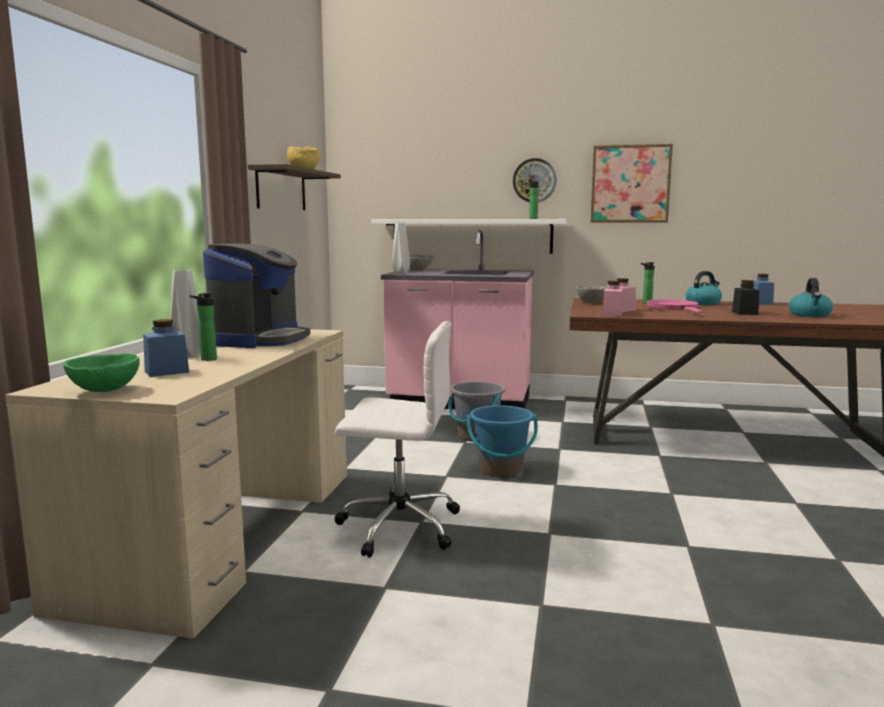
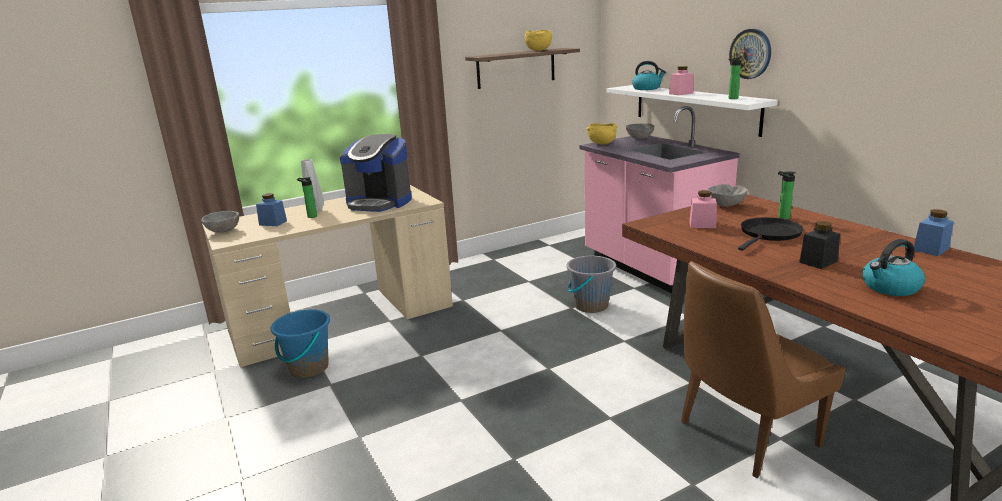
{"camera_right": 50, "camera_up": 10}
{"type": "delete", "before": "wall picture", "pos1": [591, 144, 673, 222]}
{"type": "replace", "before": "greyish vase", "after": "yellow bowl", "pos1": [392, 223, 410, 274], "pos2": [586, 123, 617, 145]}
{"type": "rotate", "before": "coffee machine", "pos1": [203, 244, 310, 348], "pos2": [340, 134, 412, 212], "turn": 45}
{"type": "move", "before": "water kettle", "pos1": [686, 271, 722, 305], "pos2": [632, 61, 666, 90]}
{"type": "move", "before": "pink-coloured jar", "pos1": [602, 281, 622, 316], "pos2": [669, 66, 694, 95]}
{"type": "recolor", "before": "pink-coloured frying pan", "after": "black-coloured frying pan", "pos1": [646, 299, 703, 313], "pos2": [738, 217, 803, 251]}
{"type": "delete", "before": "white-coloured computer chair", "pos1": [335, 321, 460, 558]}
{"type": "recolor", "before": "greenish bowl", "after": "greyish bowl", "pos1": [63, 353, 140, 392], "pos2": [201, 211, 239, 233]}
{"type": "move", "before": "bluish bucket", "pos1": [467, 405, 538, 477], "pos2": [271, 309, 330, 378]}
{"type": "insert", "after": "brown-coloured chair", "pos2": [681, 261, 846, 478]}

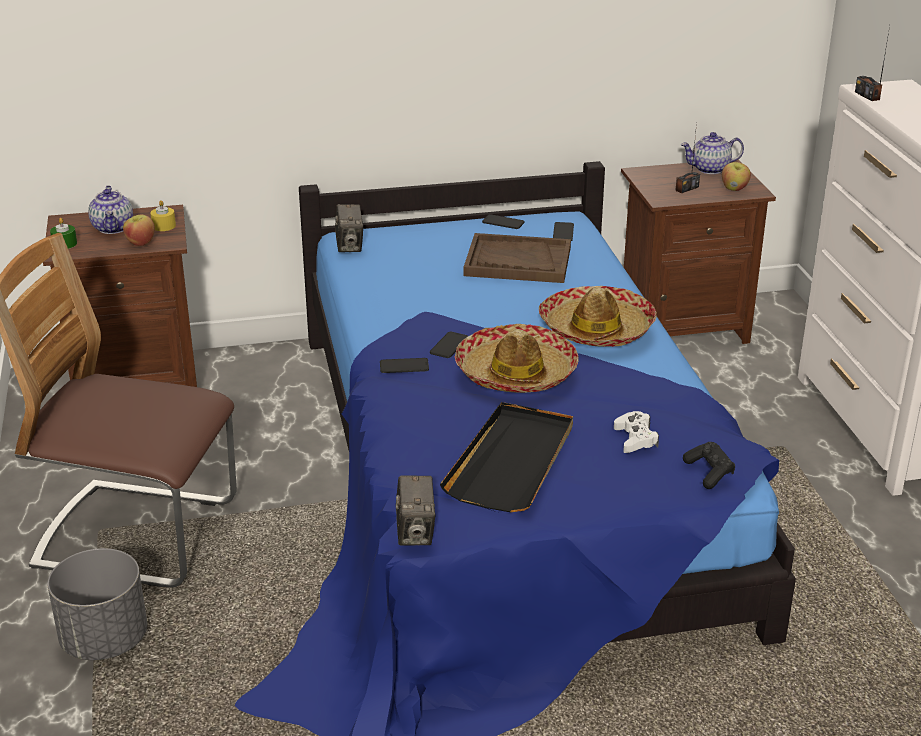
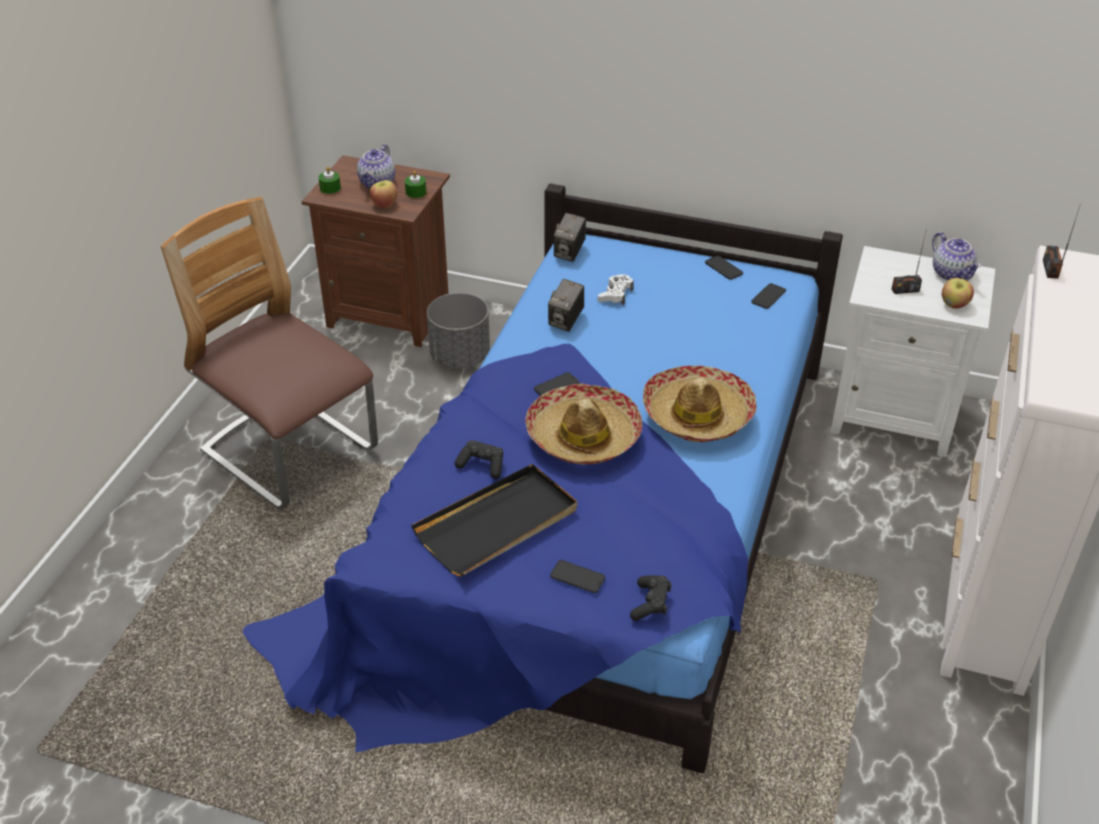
{"camera_right": 30, "camera_up": 10}
{"type": "rotate", "before": "pot for tea", "pos1": [681, 132, 744, 174], "pos2": [932, 232, 981, 281], "turn": -135}
{"type": "recolor", "before": "brown-coloured night table", "after": "white-coloured night table", "pos1": [621, 160, 776, 344], "pos2": [830, 246, 995, 457]}
{"type": "recolor", "before": "yellow wax light", "after": "greenish wax light", "pos1": [150, 200, 176, 231], "pos2": [405, 171, 427, 198]}
{"type": "delete", "before": "brown-coloured carrying tray", "pos1": [463, 233, 571, 283]}
{"type": "move", "before": "phone", "pos1": [380, 358, 429, 373], "pos2": [550, 560, 605, 593]}
{"type": "move", "before": "white-coloured game controller", "pos1": [614, 411, 659, 453], "pos2": [598, 274, 634, 305]}
{"type": "move", "before": "still camera", "pos1": [396, 475, 435, 545], "pos2": [548, 279, 584, 331]}
{"type": "move", "before": "greyish plant pot", "pos1": [47, 548, 147, 660], "pos2": [427, 293, 490, 368]}
{"type": "insert", "after": "black-coloured game controller", "pos2": [455, 440, 503, 479]}

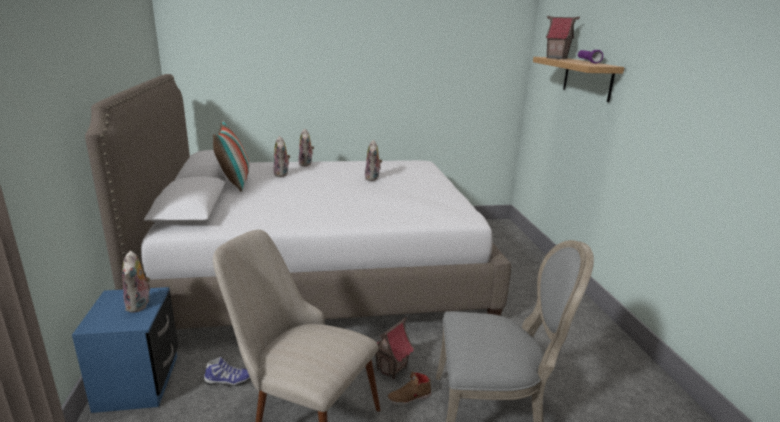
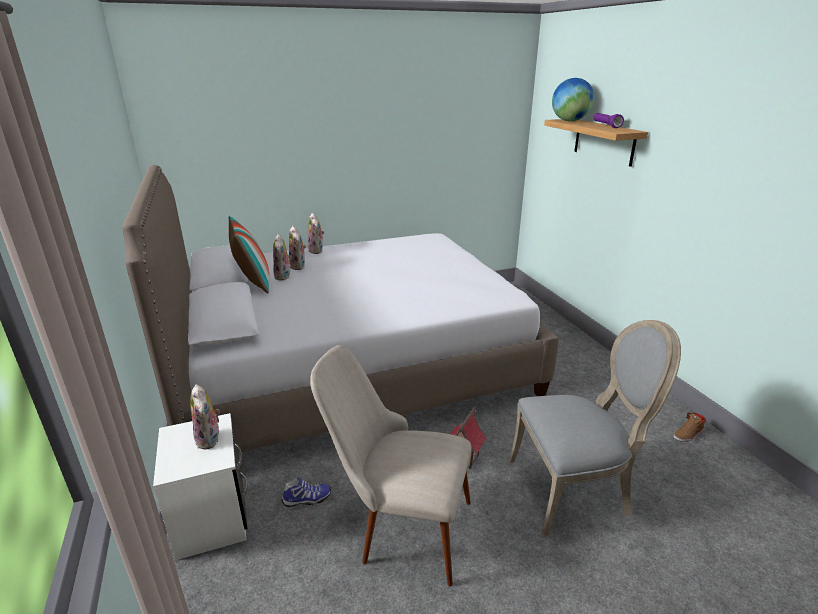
{"camera_right": -10, "camera_up": 5}
{"type": "replace", "before": "miniature house", "after": "globe", "pos1": [546, 16, 580, 59], "pos2": [552, 78, 594, 121]}
{"type": "move", "before": "soft toy", "pos1": [365, 140, 382, 181], "pos2": [273, 234, 292, 280]}
{"type": "recolor", "before": "bluish night table", "after": "white-coloured night table", "pos1": [72, 287, 178, 413], "pos2": [153, 413, 248, 560]}
{"type": "move", "before": "brown-coloured shoe", "pos1": [387, 372, 431, 405], "pos2": [673, 412, 706, 442]}

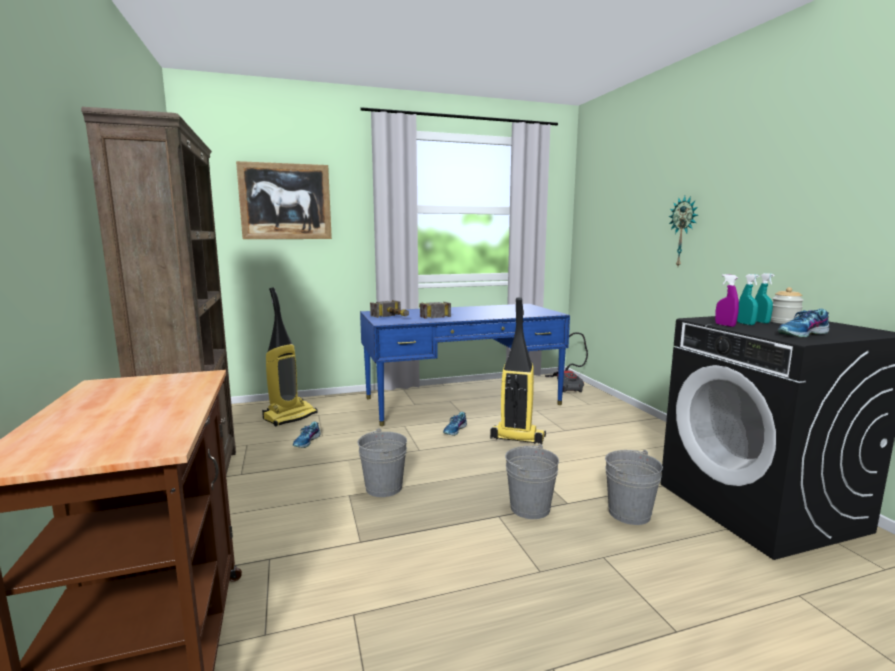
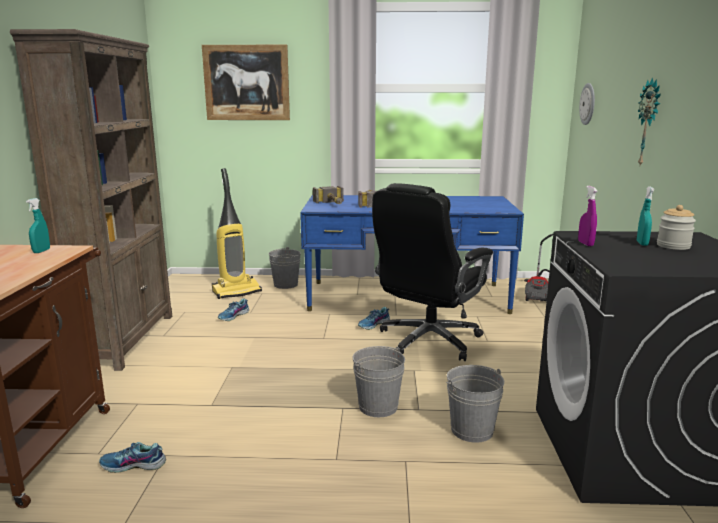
{"camera_right": 20, "camera_up": 5}
{"type": "move", "before": "turquoise-coloured hand sprayer", "pos1": [737, 274, 760, 325], "pos2": [26, 198, 50, 253]}
{"type": "replace", "before": "vacuum cleaner", "after": "black-coloured computer chair", "pos1": [490, 297, 546, 445], "pos2": [372, 183, 493, 361]}
{"type": "move", "before": "shoe", "pos1": [778, 309, 829, 338], "pos2": [99, 442, 166, 473]}
{"type": "move", "before": "greyish bucket", "pos1": [358, 428, 407, 497], "pos2": [268, 247, 301, 289]}
{"type": "insert", "after": "hanging clock", "pos2": [579, 83, 595, 125]}

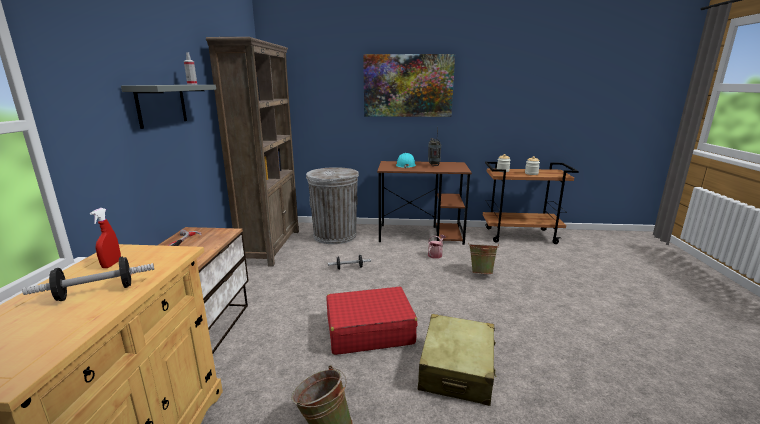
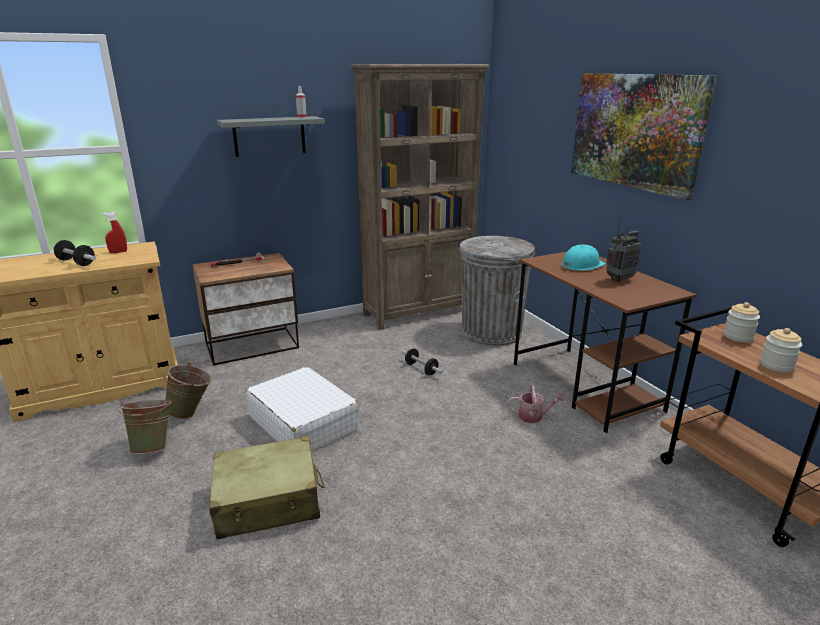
{"camera_right": 60, "camera_up": 5}
{"type": "move", "before": "greenish bucket", "pos1": [468, 242, 500, 274], "pos2": [163, 362, 212, 419]}
{"type": "recolor", "before": "red travel case", "after": "white-coloured travel case", "pos1": [326, 286, 417, 355], "pos2": [246, 367, 359, 451]}

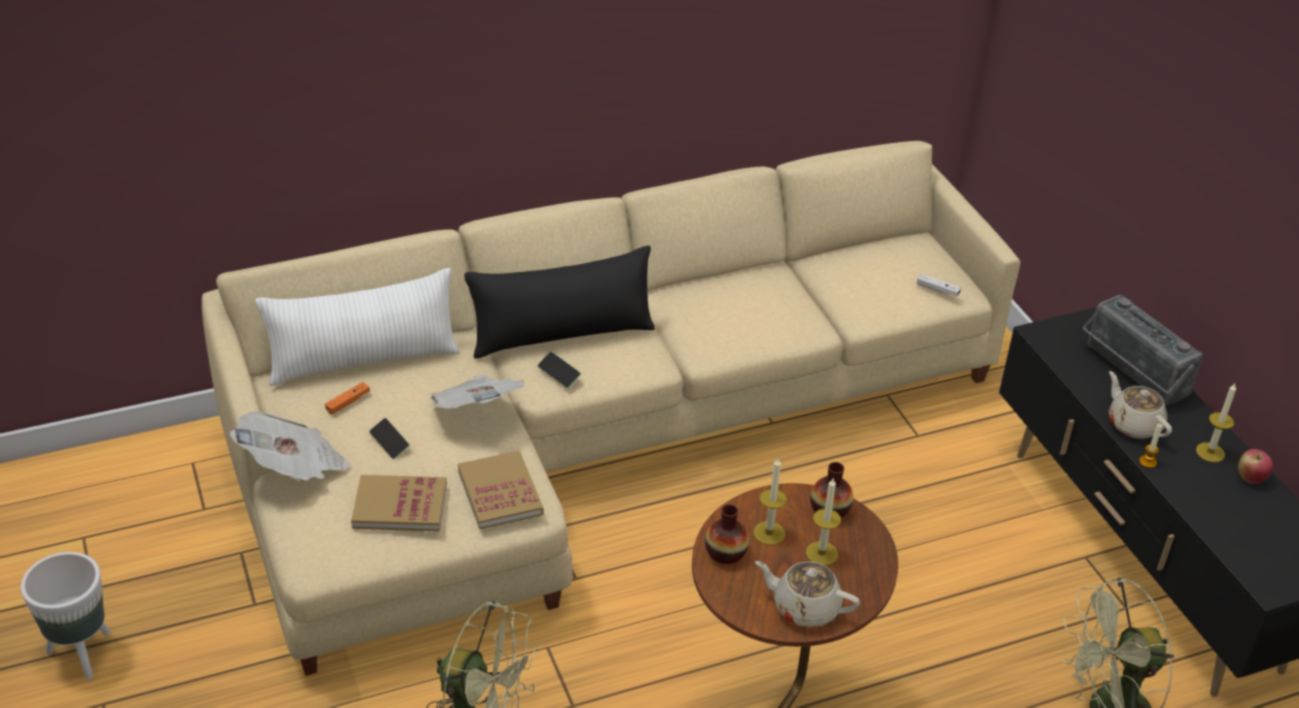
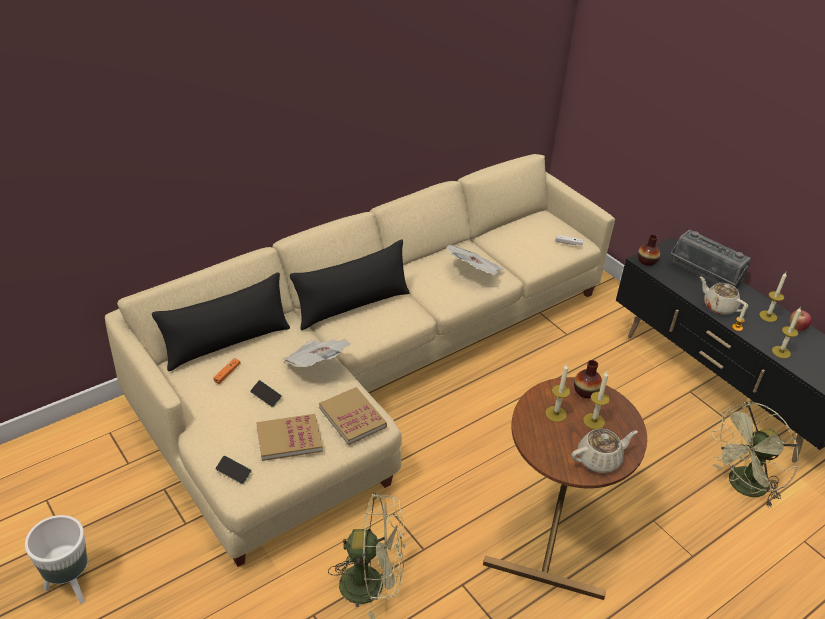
{"camera_right": -15, "camera_up": 0}
{"type": "recolor", "before": "white-coloured cushion", "after": "black-coloured cushion", "pos1": [255, 268, 460, 386], "pos2": [152, 272, 290, 371]}
{"type": "move", "before": "phone", "pos1": [538, 351, 581, 388], "pos2": [215, 455, 252, 484]}
{"type": "move", "before": "newspaper", "pos1": [229, 411, 350, 482], "pos2": [446, 245, 505, 275]}
{"type": "move", "before": "vase", "pos1": [705, 504, 749, 564], "pos2": [638, 235, 660, 266]}
{"type": "rotate", "before": "sand-coloured pot for tea", "pos1": [755, 561, 860, 627], "pos2": [572, 429, 638, 473], "turn": 150}
{"type": "insert", "after": "wax light", "pos2": [772, 307, 801, 358]}

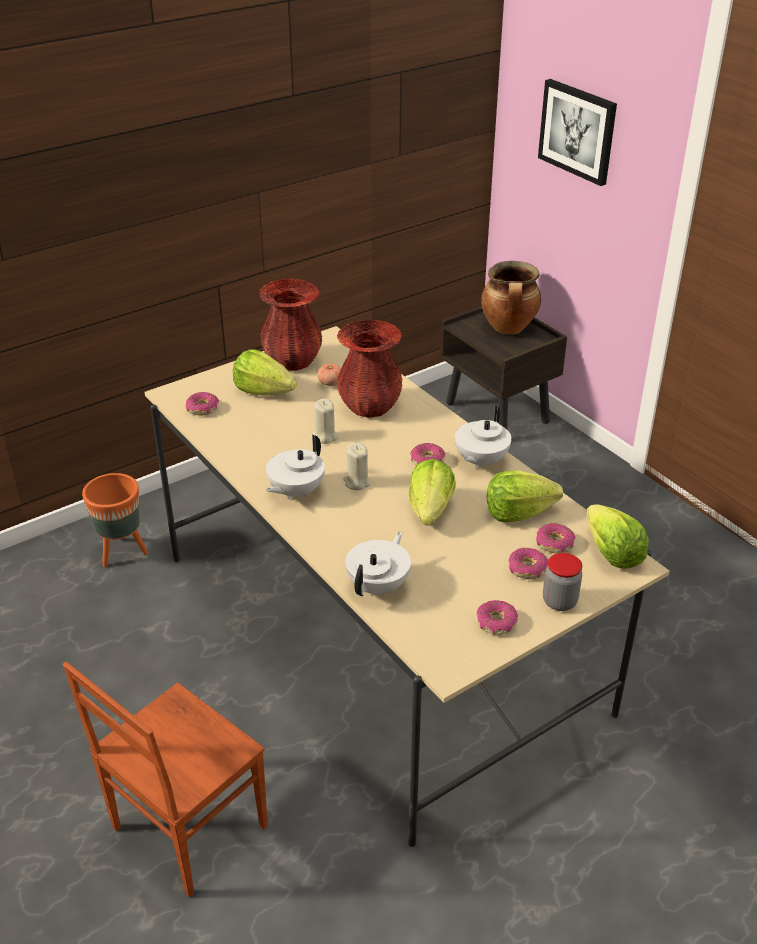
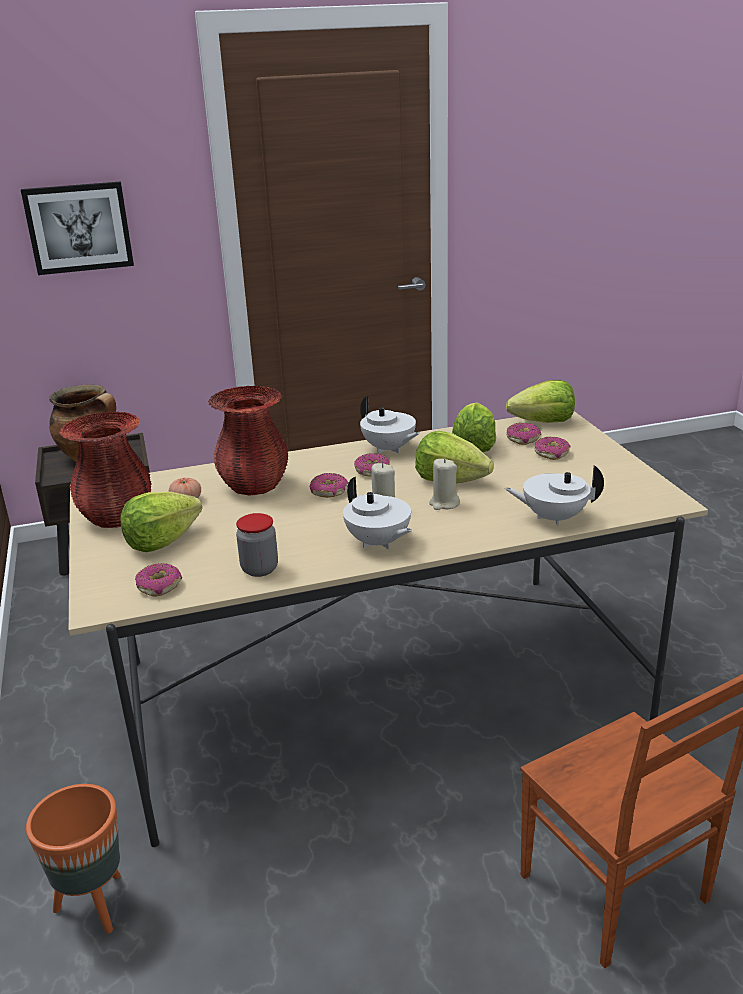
{"camera_right": -70, "camera_up": -10}
{"type": "move", "before": "sand-coloured wax light", "pos1": [311, 399, 338, 444], "pos2": [429, 459, 460, 510]}
{"type": "rotate", "before": "white-coloured pot for tea", "pos1": [345, 532, 411, 596], "pos2": [505, 465, 604, 526], "turn": -45}
{"type": "move", "before": "jar", "pos1": [543, 553, 582, 611], "pos2": [236, 513, 278, 577]}
{"type": "move", "before": "donut", "pos1": [476, 600, 518, 635], "pos2": [310, 473, 348, 498]}

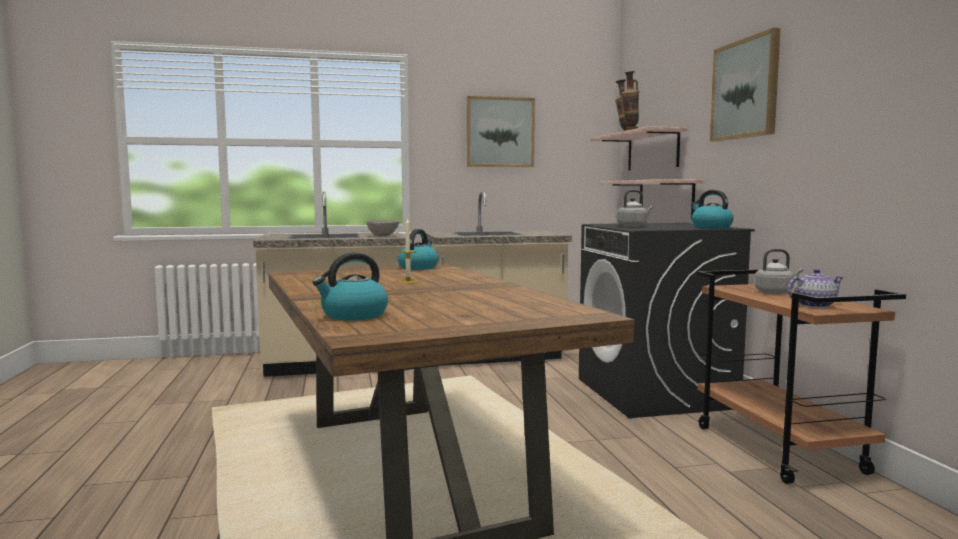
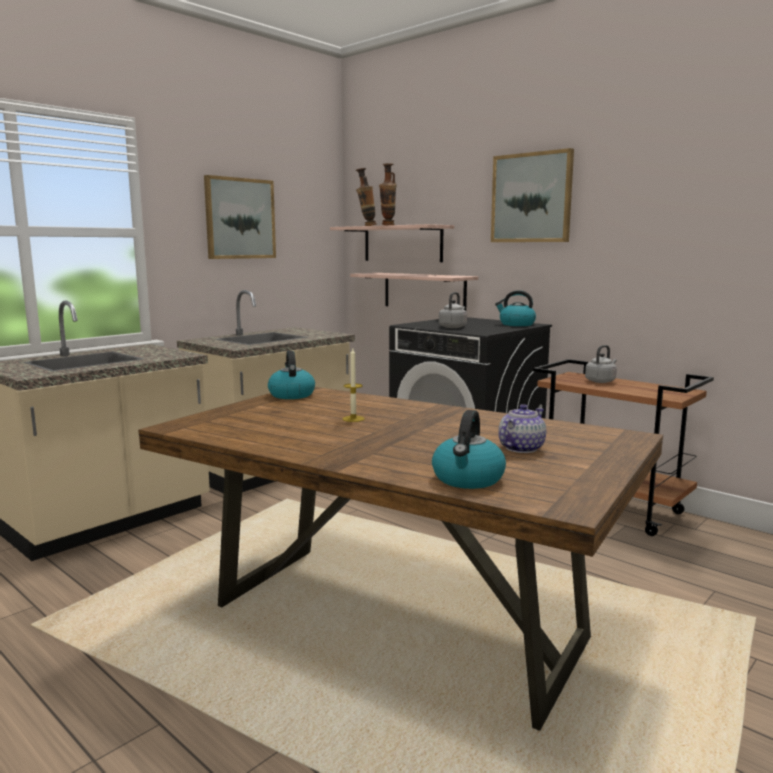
{"camera_right": -35, "camera_up": 5}
{"type": "delete", "before": "greyish bowl", "pos1": [367, 220, 399, 236]}
{"type": "move", "before": "pot for tea", "pos1": [787, 269, 844, 308], "pos2": [498, 404, 546, 453]}

